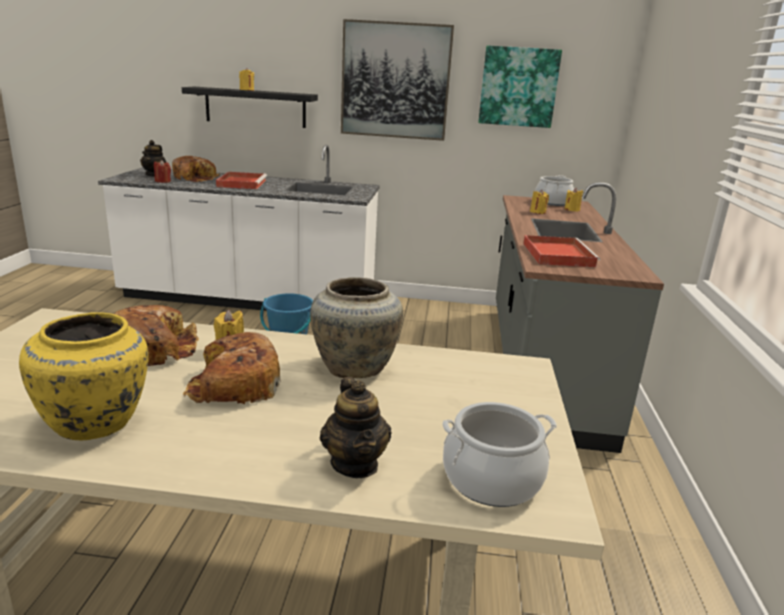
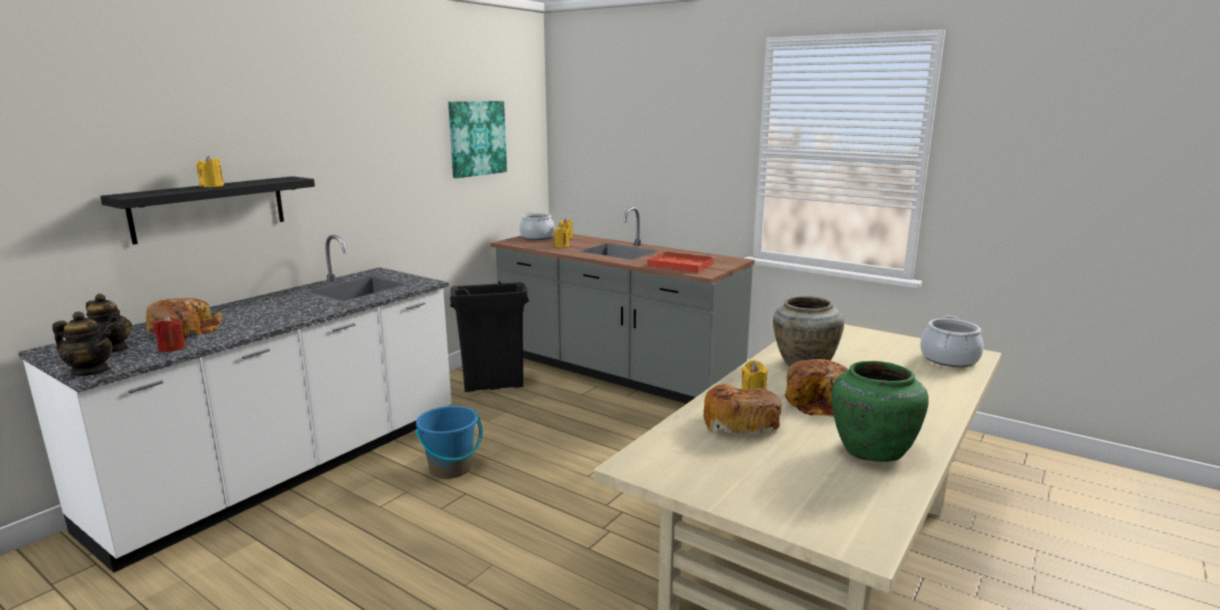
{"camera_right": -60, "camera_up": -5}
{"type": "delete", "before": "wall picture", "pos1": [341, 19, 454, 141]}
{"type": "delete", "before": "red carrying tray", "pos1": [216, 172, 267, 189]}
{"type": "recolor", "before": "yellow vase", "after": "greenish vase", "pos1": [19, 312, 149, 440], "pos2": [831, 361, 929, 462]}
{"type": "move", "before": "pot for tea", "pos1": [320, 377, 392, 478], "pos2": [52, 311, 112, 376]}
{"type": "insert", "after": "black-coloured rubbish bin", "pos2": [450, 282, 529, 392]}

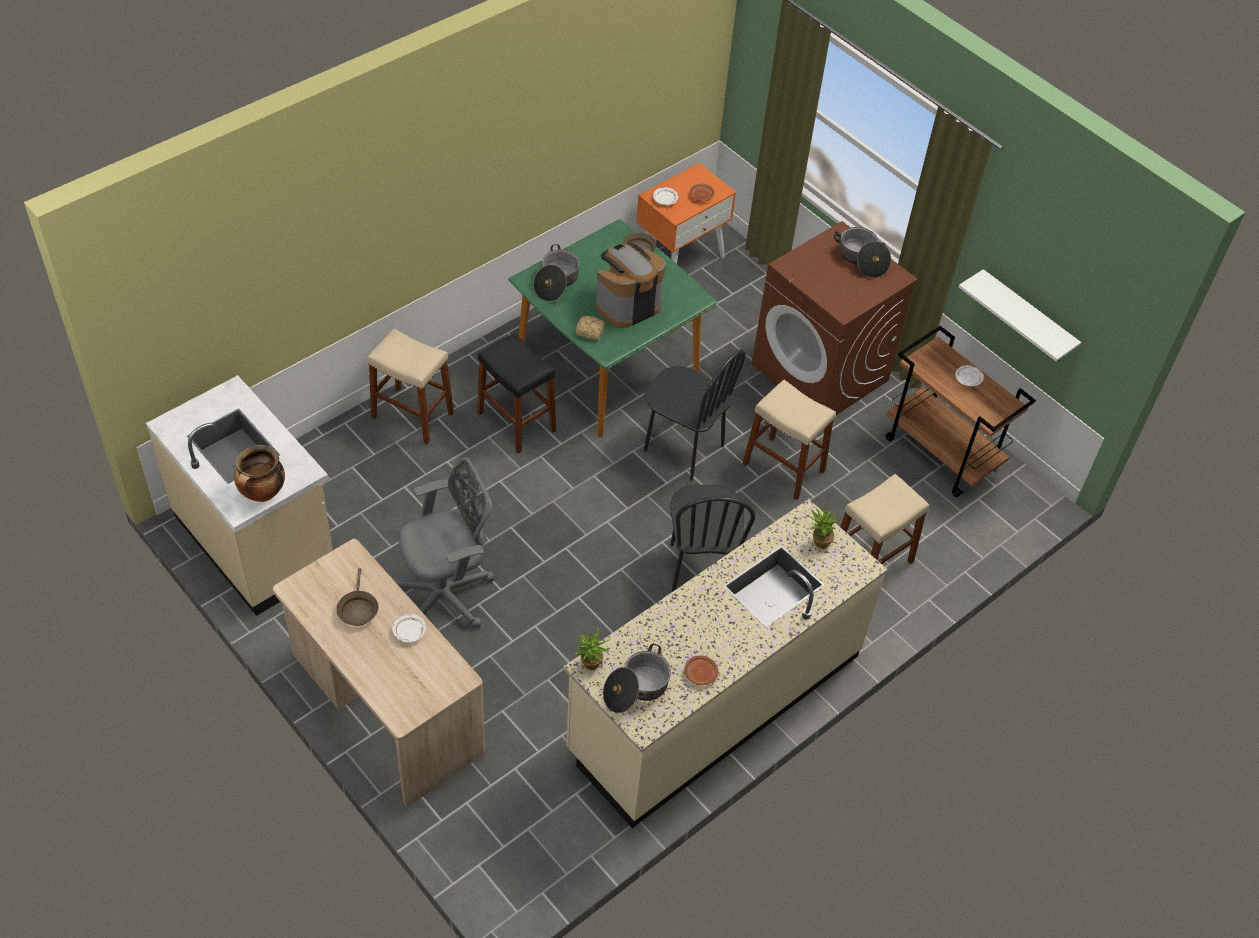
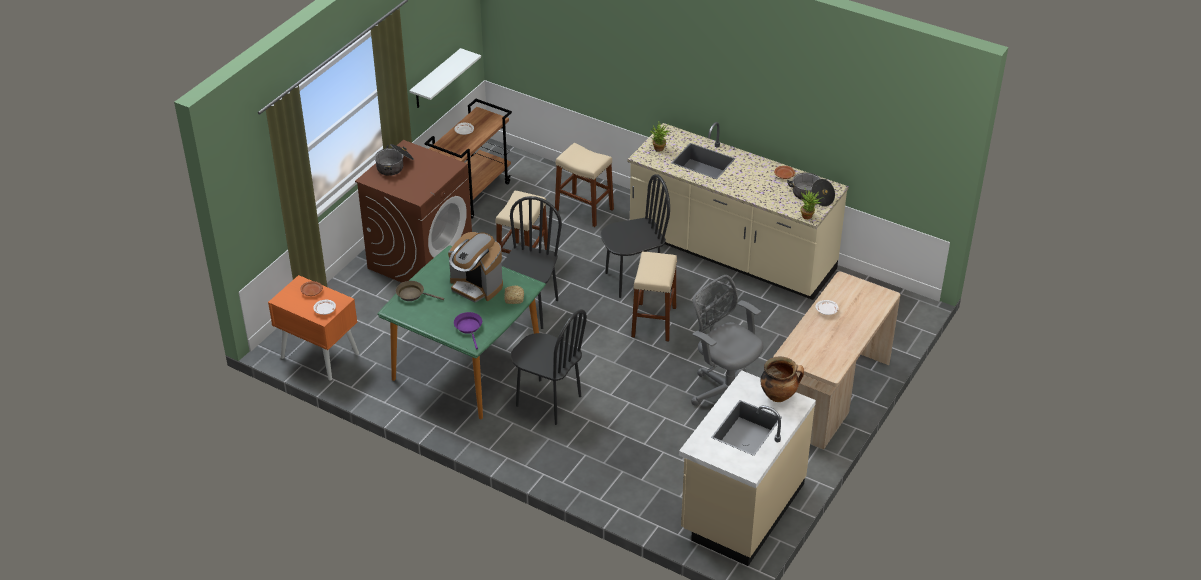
{"camera_right": -105, "camera_up": -10}
{"type": "replace", "before": "cooking pot", "after": "purple frying pan", "pos1": [534, 244, 580, 301], "pos2": [454, 312, 482, 350]}
{"type": "move", "before": "sand-coloured stool", "pos1": [367, 328, 454, 444], "pos2": [631, 252, 677, 342]}
{"type": "replace", "before": "black-coloured stool", "after": "black-coloured chair", "pos1": [477, 333, 556, 453], "pos2": [511, 309, 587, 425]}
{"type": "delete", "before": "brown-coloured frying pan", "pos1": [337, 568, 378, 626]}

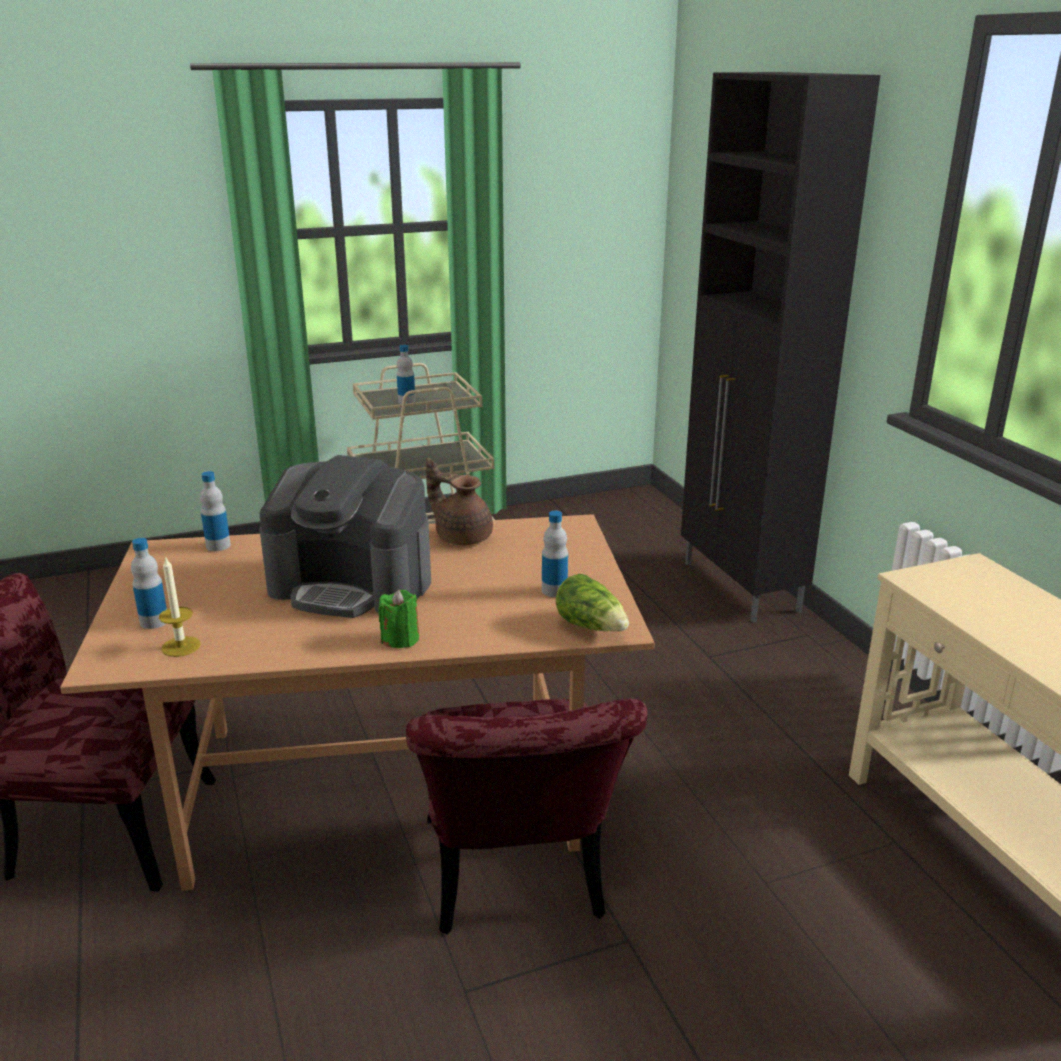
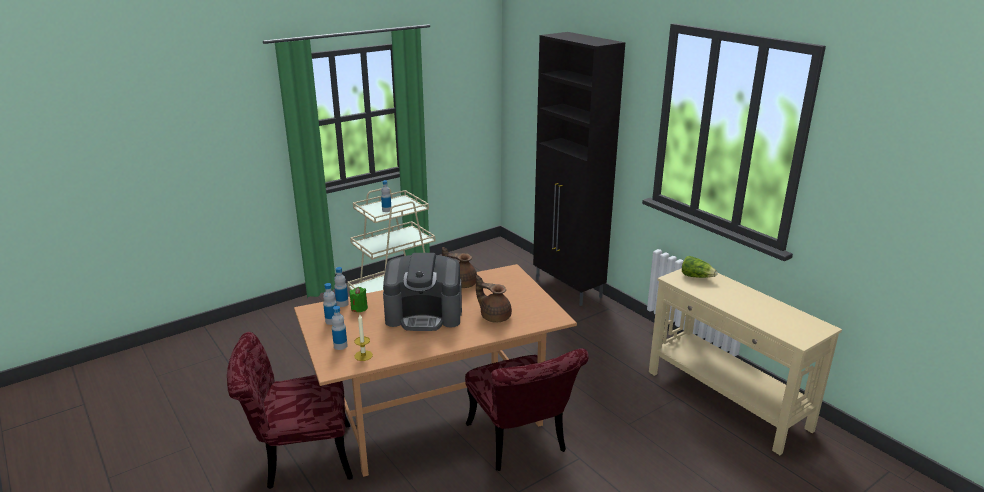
{"camera_right": -15, "camera_up": 0}
{"type": "move", "before": "bottle", "pos1": [542, 511, 568, 597], "pos2": [323, 283, 337, 325]}
{"type": "move", "before": "lettuce head", "pos1": [556, 574, 629, 632], "pos2": [682, 256, 718, 278]}
{"type": "move", "before": "greenish wax light", "pos1": [379, 589, 419, 648], "pos2": [350, 287, 368, 312]}
{"type": "insert", "after": "brown-coloured pot for tea", "pos2": [476, 275, 512, 323]}

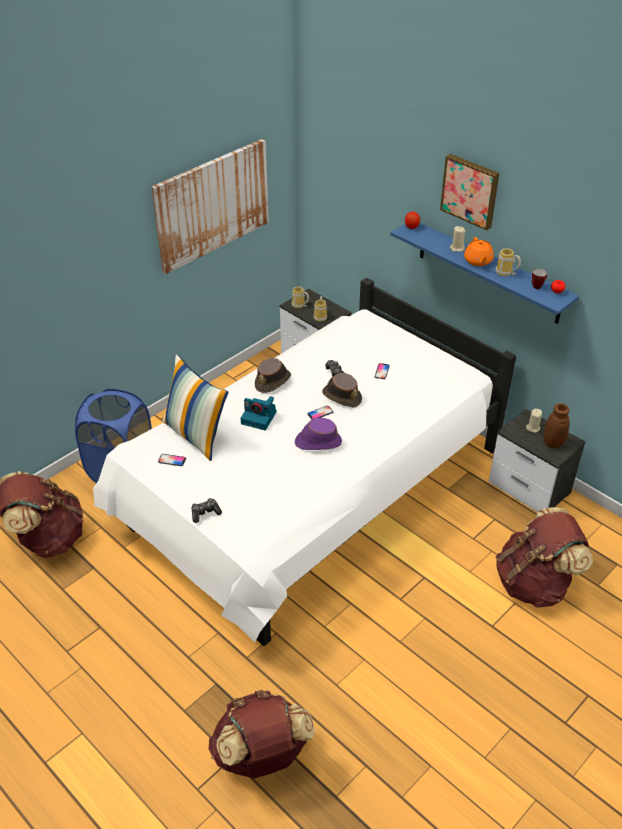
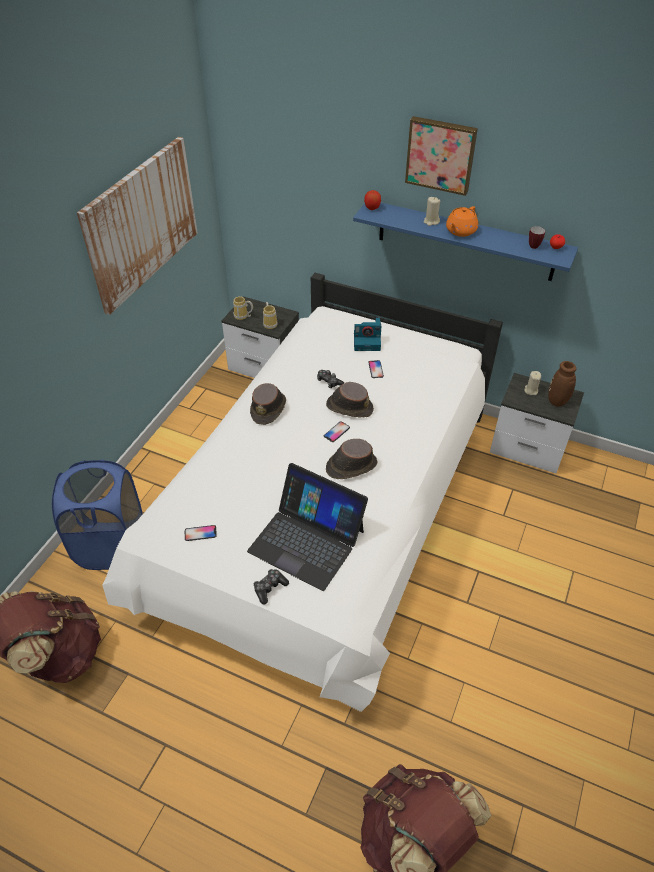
{"camera_right": -20, "camera_up": 5}
{"type": "rotate", "before": "orange pot for tea", "pos1": [464, 237, 494, 266], "pos2": [446, 206, 478, 237], "turn": 60}
{"type": "delete", "before": "coffee mug", "pos1": [496, 248, 521, 276]}
{"type": "delete", "before": "cushion", "pos1": [162, 354, 228, 461]}
{"type": "move", "before": "still camera", "pos1": [241, 396, 277, 430], "pos2": [354, 318, 381, 351]}
{"type": "recolor", "before": "purple hat", "after": "brown-coloured hat", "pos1": [295, 418, 342, 450], "pos2": [326, 439, 377, 479]}
{"type": "delete", "before": "brown-coloured knapsack", "pos1": [496, 507, 593, 608]}
{"type": "insert", "after": "notebook computer", "pos2": [247, 463, 368, 591]}

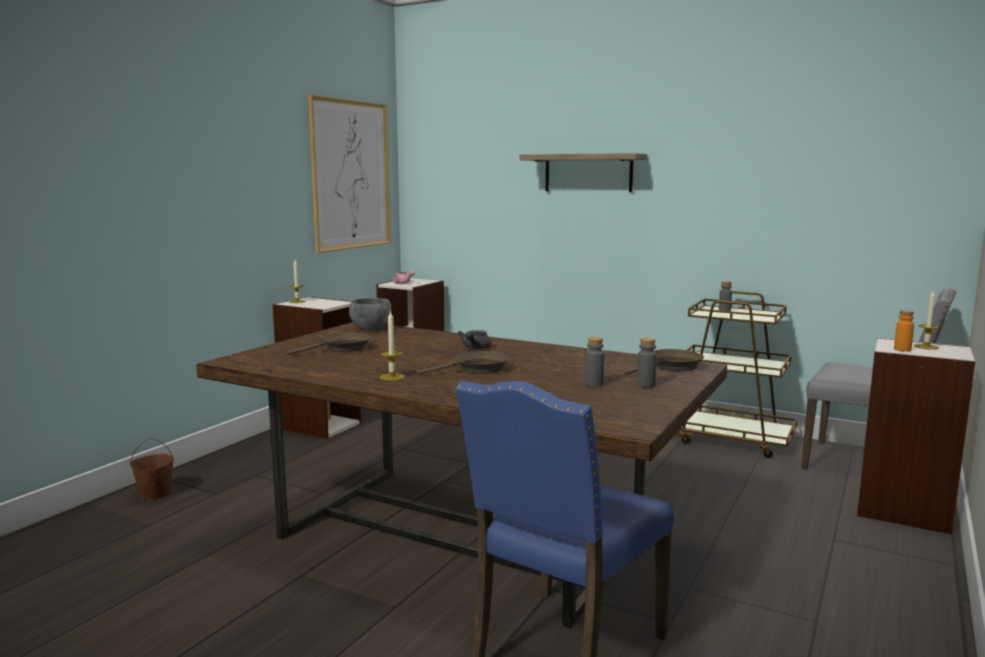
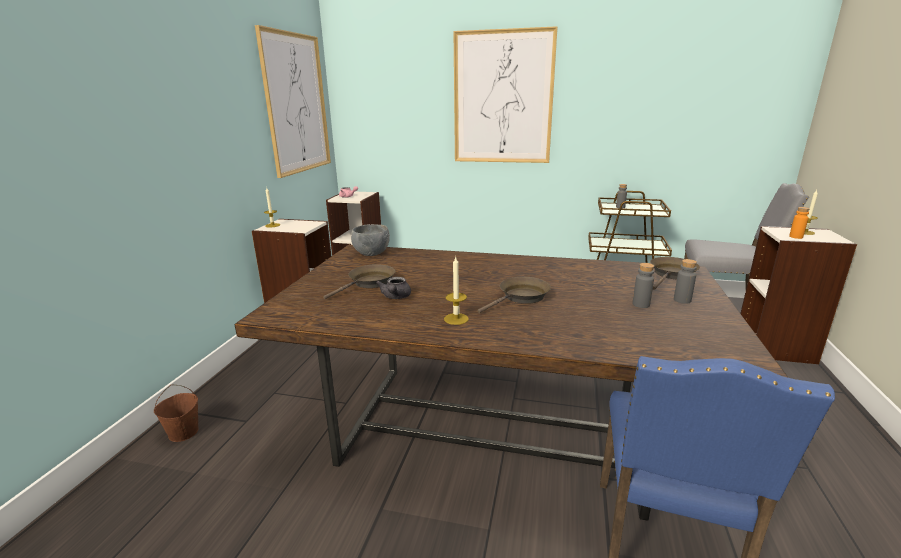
{"camera_right": -15, "camera_up": 10}
{"type": "replace", "before": "wall shelf", "after": "wall picture", "pos1": [520, 153, 647, 192], "pos2": [453, 26, 558, 163]}
{"type": "move", "before": "greyish pot for tea", "pos1": [458, 330, 491, 349], "pos2": [376, 277, 411, 299]}

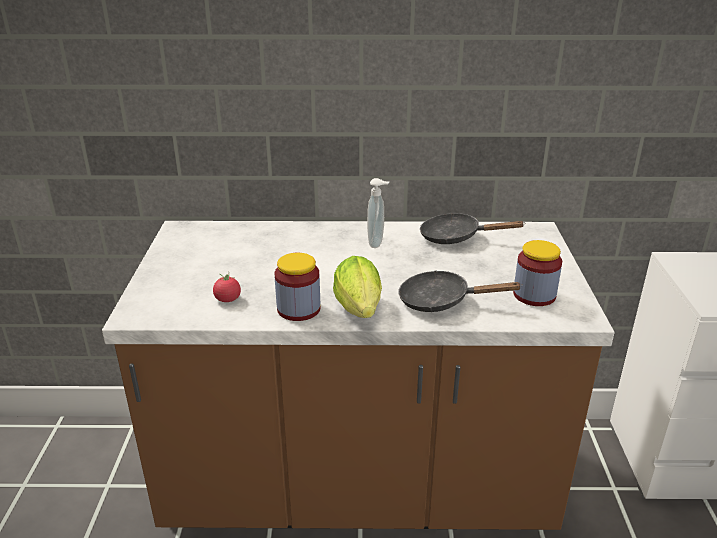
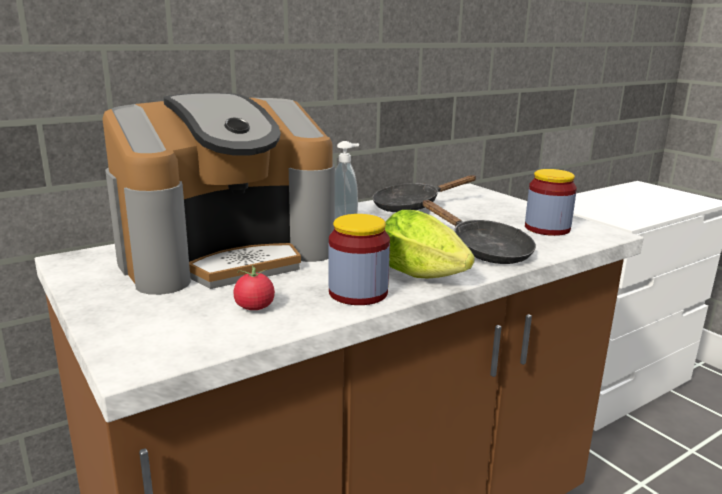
{"camera_right": -35, "camera_up": -10}
{"type": "rotate", "before": "black-coloured frying pan", "pos1": [398, 270, 523, 312], "pos2": [422, 200, 536, 264], "turn": -105}
{"type": "insert", "after": "coffee machine", "pos2": [102, 93, 335, 295]}

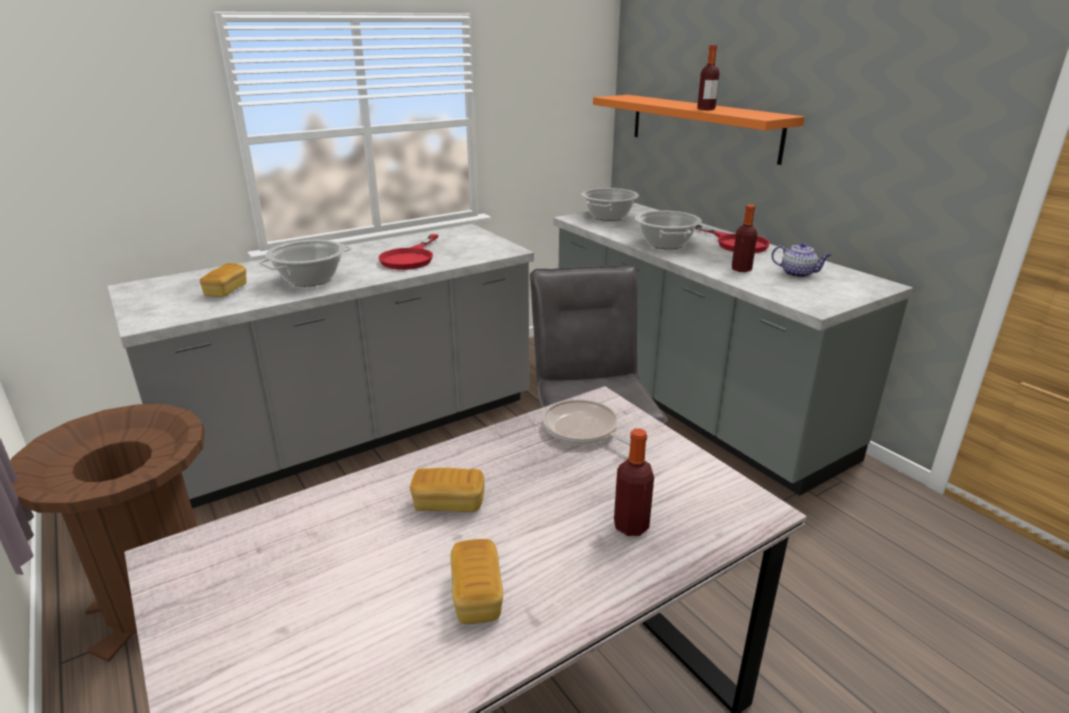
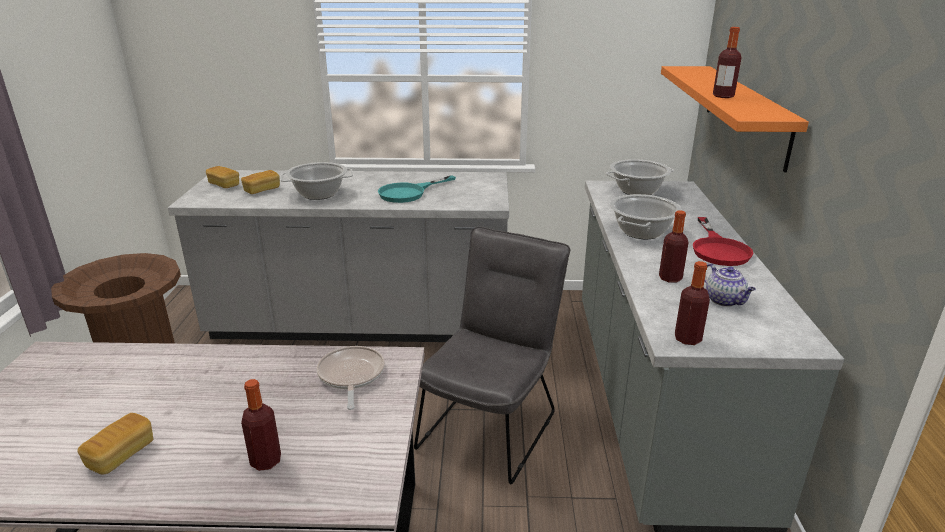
{"camera_right": 35, "camera_up": 0}
{"type": "recolor", "before": "red frying pan", "after": "turquoise-coloured frying pan", "pos1": [378, 234, 438, 270], "pos2": [378, 175, 456, 203]}
{"type": "move", "before": "bakery bread", "pos1": [410, 468, 485, 512], "pos2": [206, 166, 239, 188]}
{"type": "insert", "after": "bottle", "pos2": [675, 261, 710, 345]}

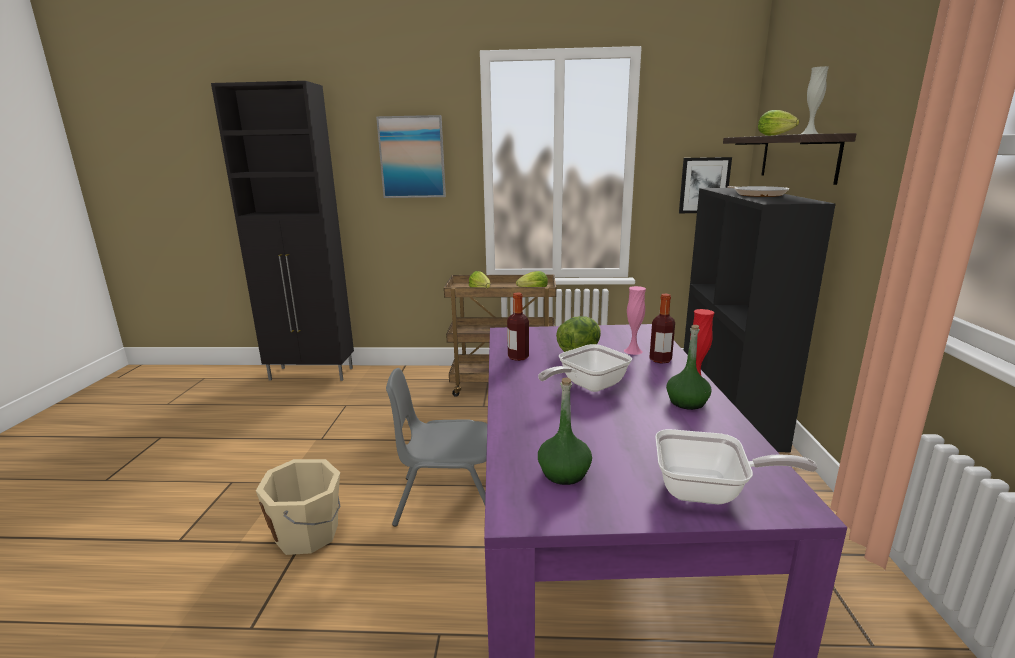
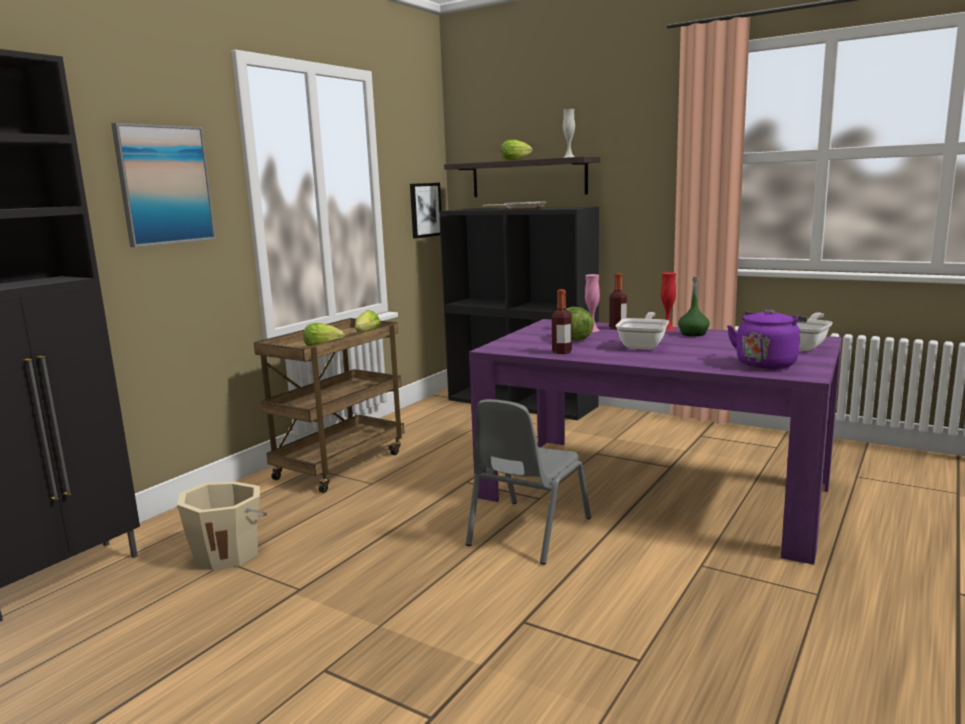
{"camera_right": -60, "camera_up": -5}
{"type": "rotate", "before": "frying pan", "pos1": [538, 344, 632, 392], "pos2": [616, 312, 669, 350], "turn": -150}
{"type": "replace", "before": "greenish bottle", "after": "purple water kettle", "pos1": [538, 377, 592, 485], "pos2": [727, 309, 807, 369]}
{"type": "move", "before": "sand-coloured bucket", "pos1": [256, 459, 340, 555], "pos2": [177, 482, 267, 570]}

